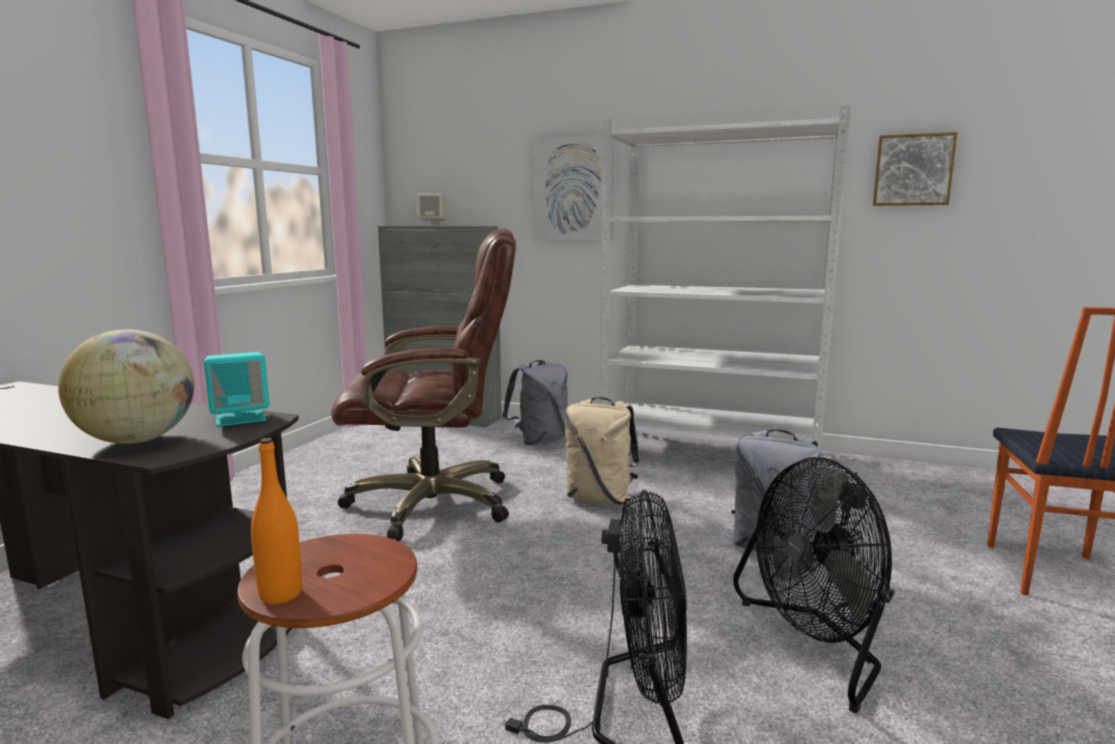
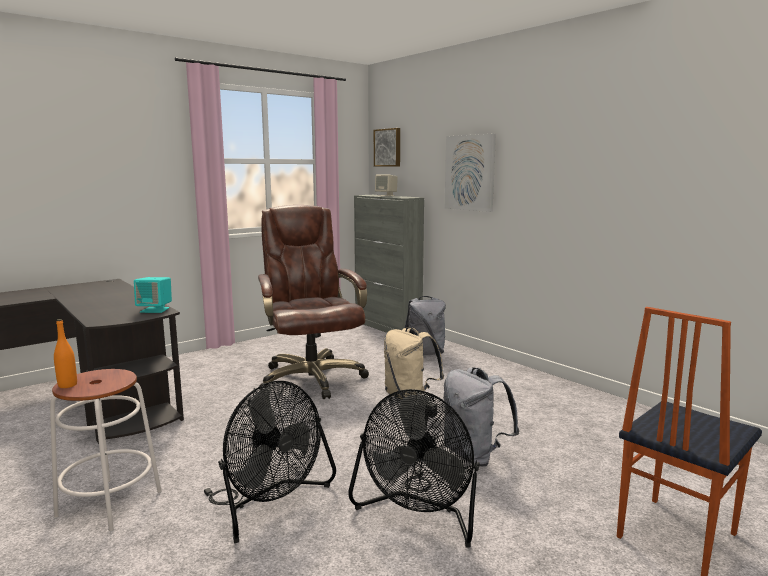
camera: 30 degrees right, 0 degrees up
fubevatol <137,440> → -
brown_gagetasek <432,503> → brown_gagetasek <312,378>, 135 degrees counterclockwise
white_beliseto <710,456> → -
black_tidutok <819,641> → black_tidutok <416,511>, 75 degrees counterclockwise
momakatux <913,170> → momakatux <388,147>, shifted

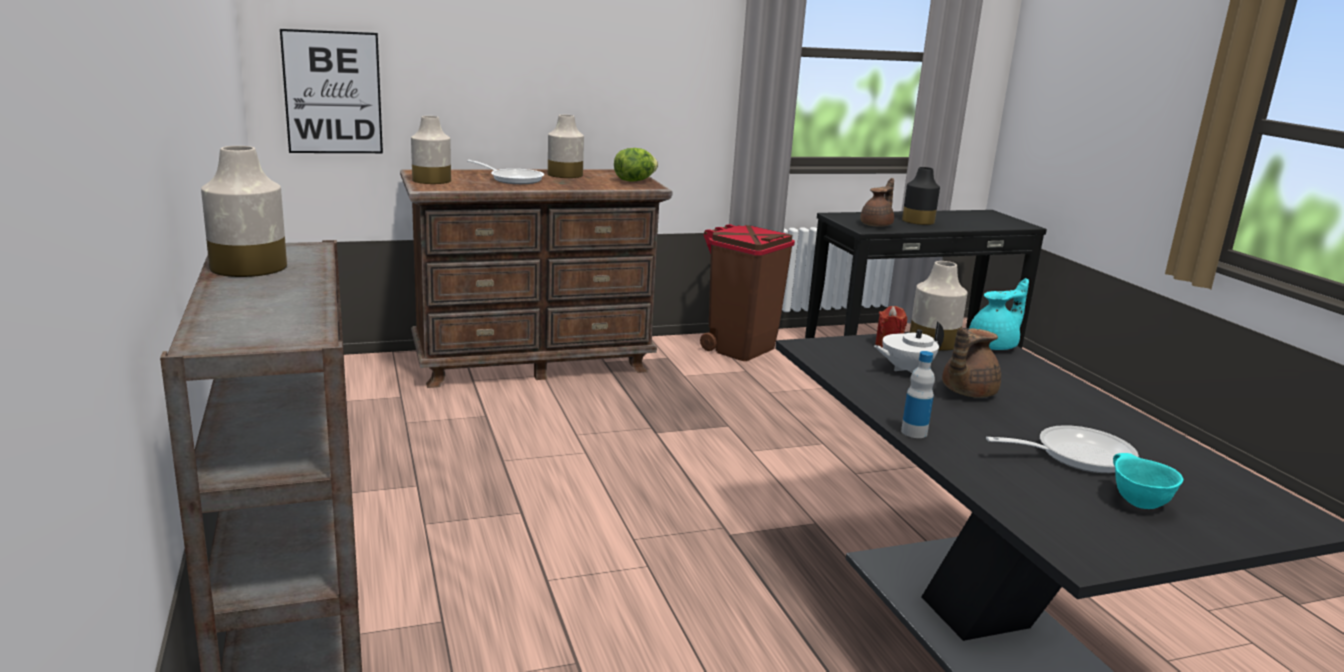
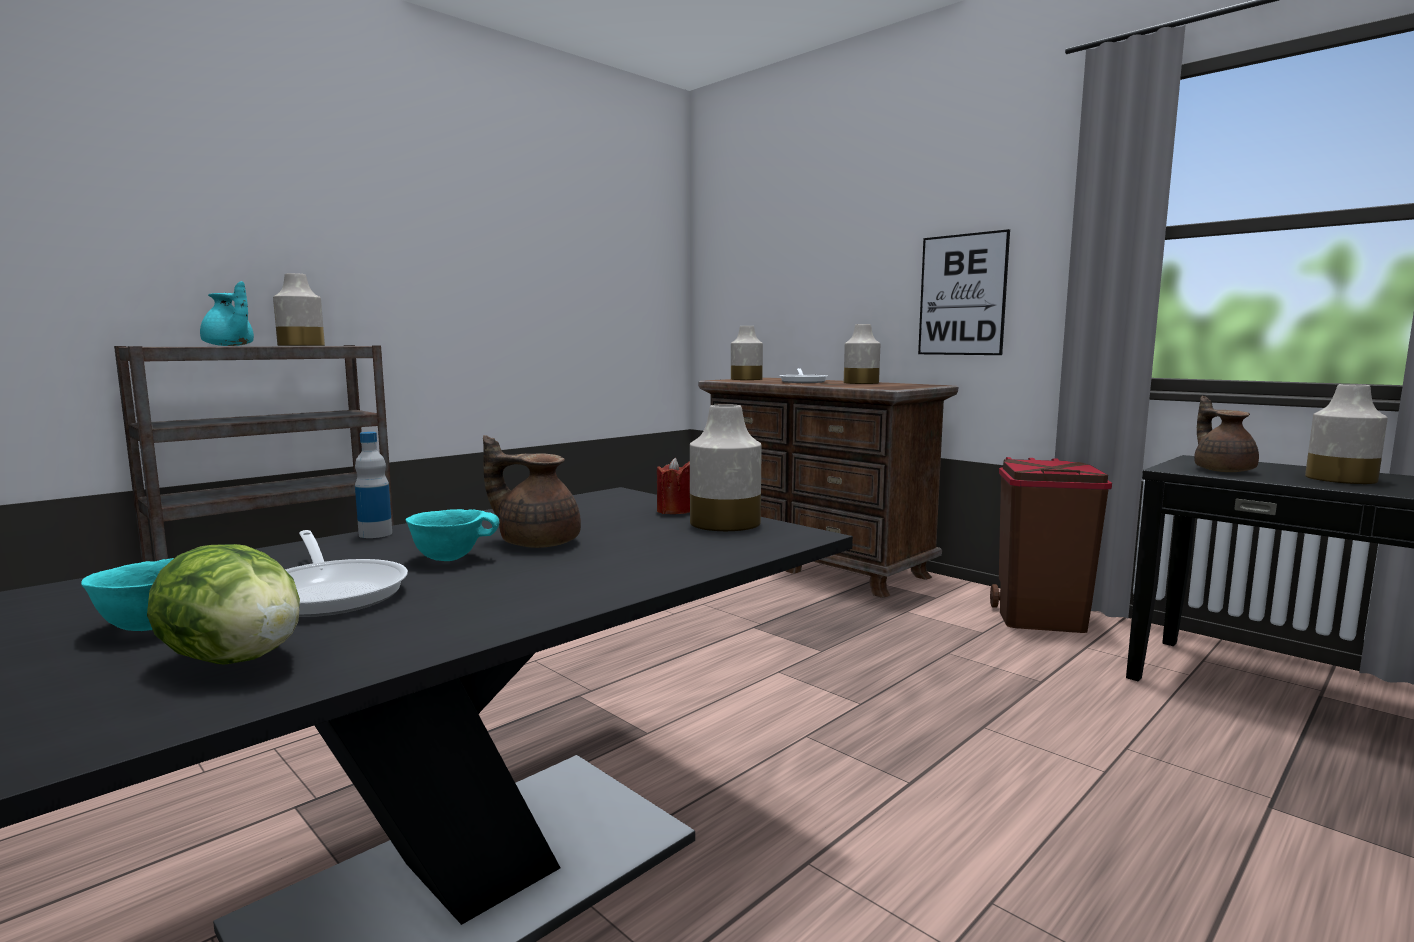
camera: 65 degrees right, 10 degrees down
momakatux <333,93> → momakatux <962,295>, shifted
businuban <634,181> → businuban <236,659>, shifted
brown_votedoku <877,225> → brown_votedoku <1222,470>, 105 degrees counterclockwise
white_votedoku <905,369> → -
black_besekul <918,221> → beige_besekul <1341,479>
turquoise_votedoku <994,346> → turquoise_votedoku <229,346>, shifted
- → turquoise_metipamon <451,558>

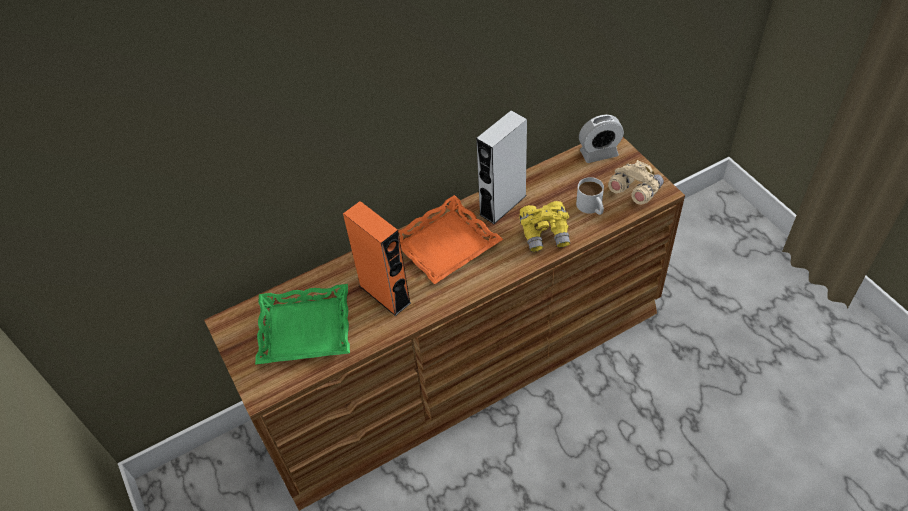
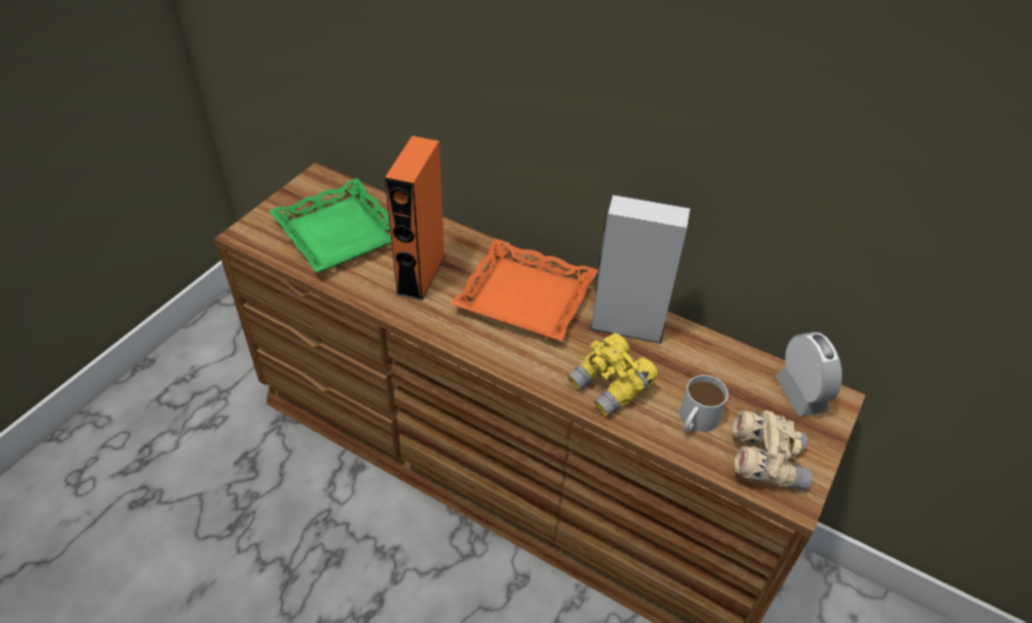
camera: 55 degrees right, 5 degrees down
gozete <599,153> → gozete <800,394>, 150 degrees counterclockwise

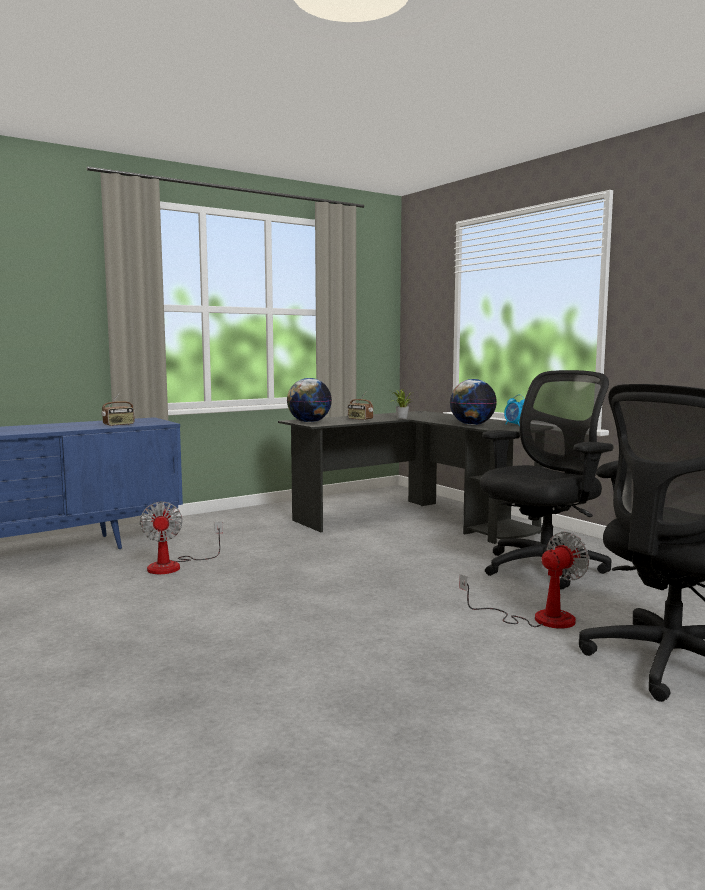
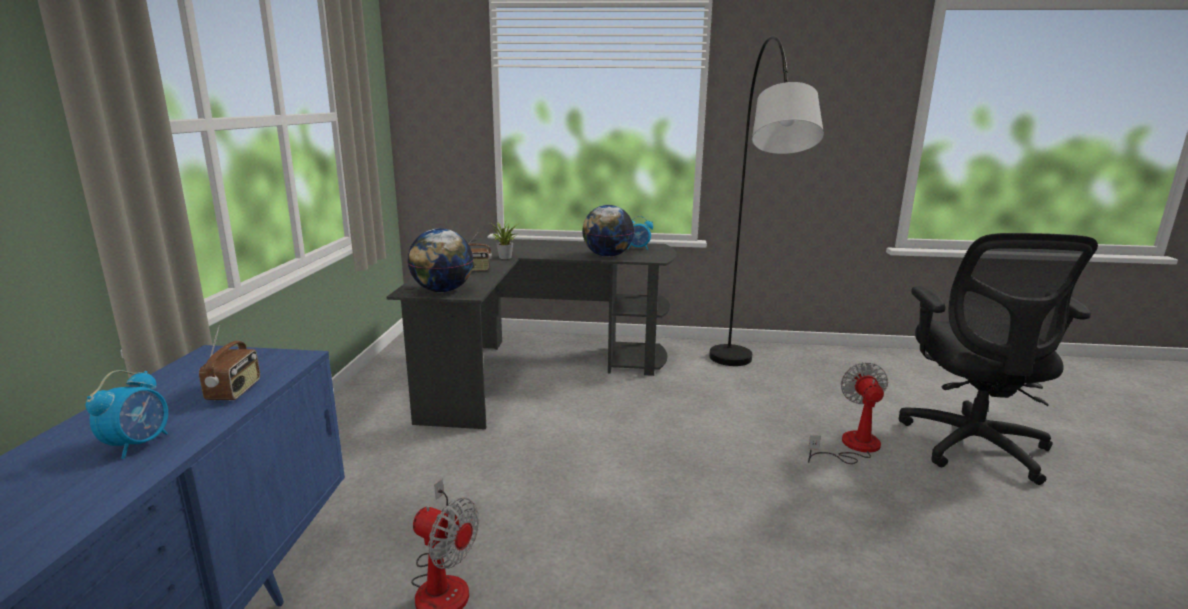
camera: 50 degrees left, 10 degrees up
black_gagetasek <539,570> → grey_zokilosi <743,392>
- → gozete <139,444>

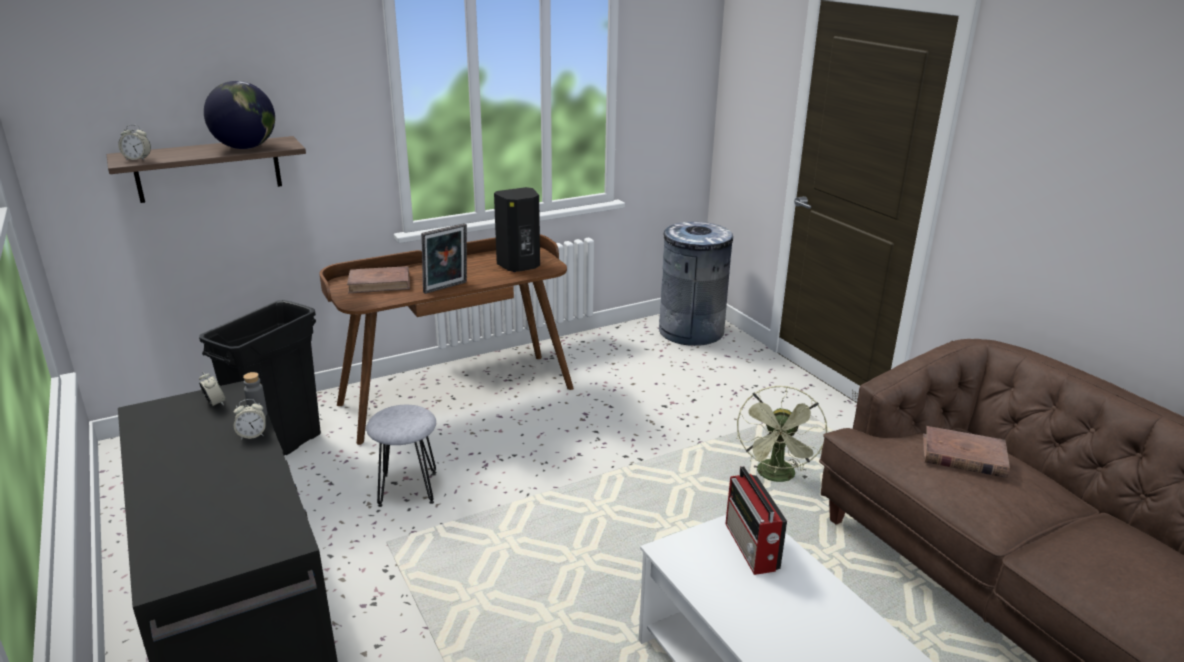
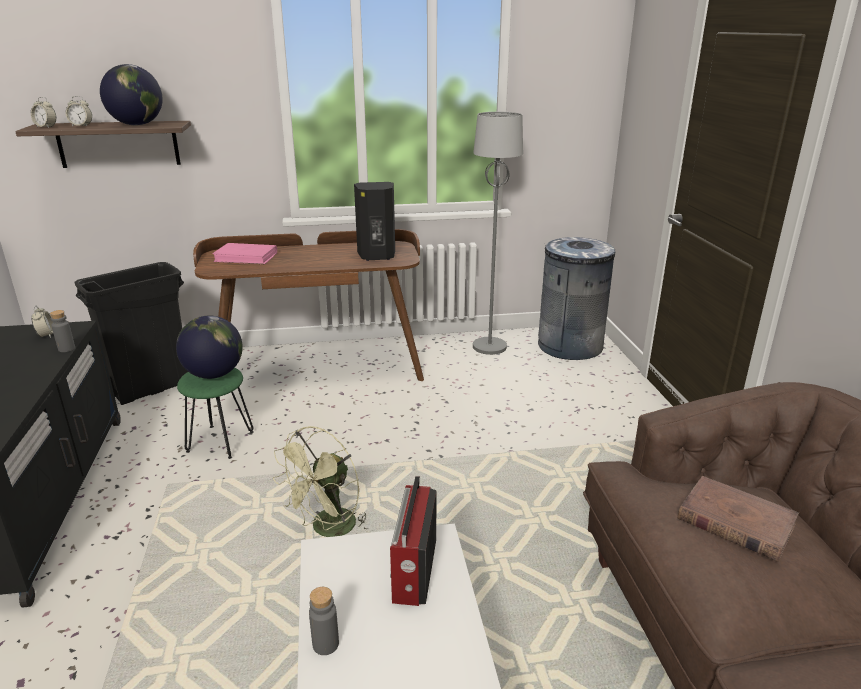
camera: 20 degrees right, 0 degrees up
gozete <252,435> → gozete <81,126>, shifted
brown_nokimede <380,283> → pink_nokimede <246,257>
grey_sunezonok <407,489> → green_sunezonok <220,442>
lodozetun <446,288> → -
green_tidutok <776,477> → green_tidutok <328,530>, shifted
- → fubevatol <214,374>
- → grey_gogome <325,644>
- → grey_zokilosi <489,347>

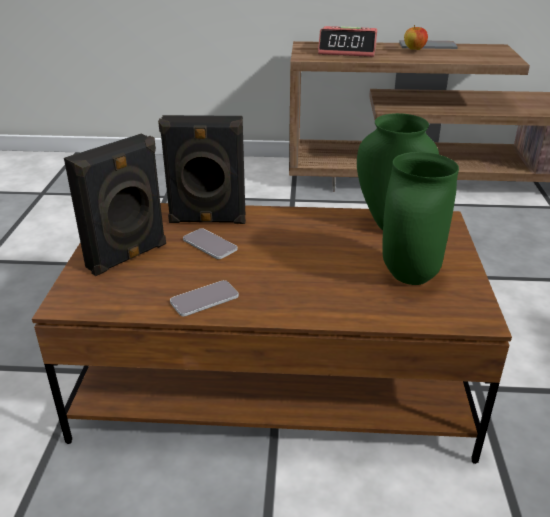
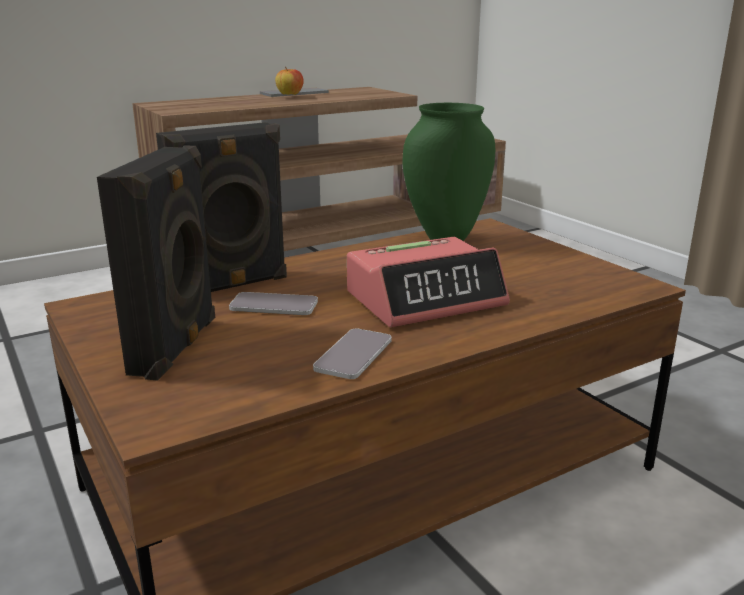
camera: 35 degrees left, 10 degrees down
gozete <348,51> → gozete <425,299>, shifted
green_besekul <407,276> → -

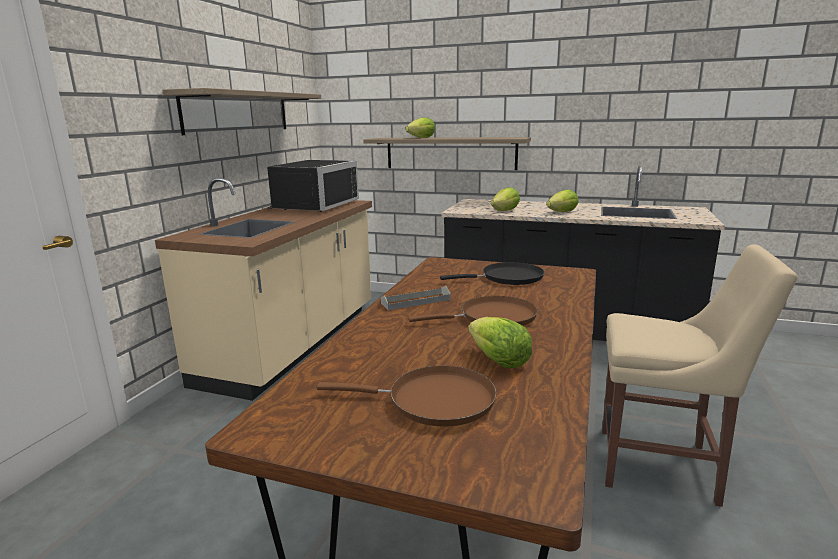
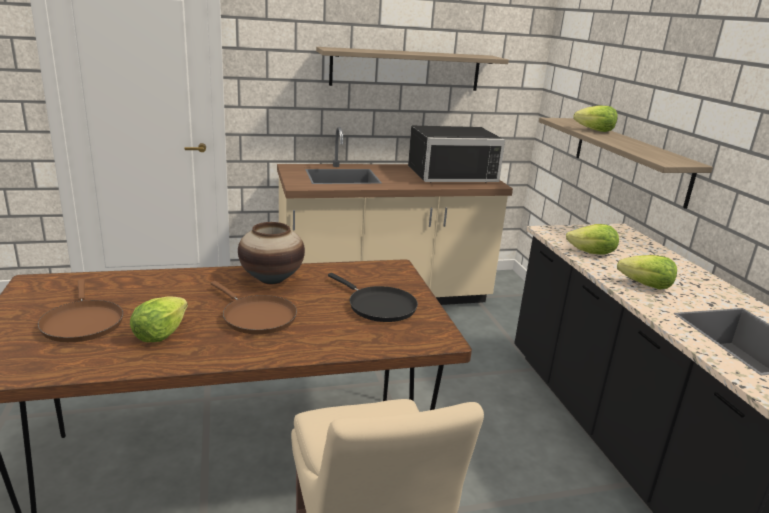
camera: 55 degrees right, 5 degrees up
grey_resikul <416,301> → besekul <271,279>

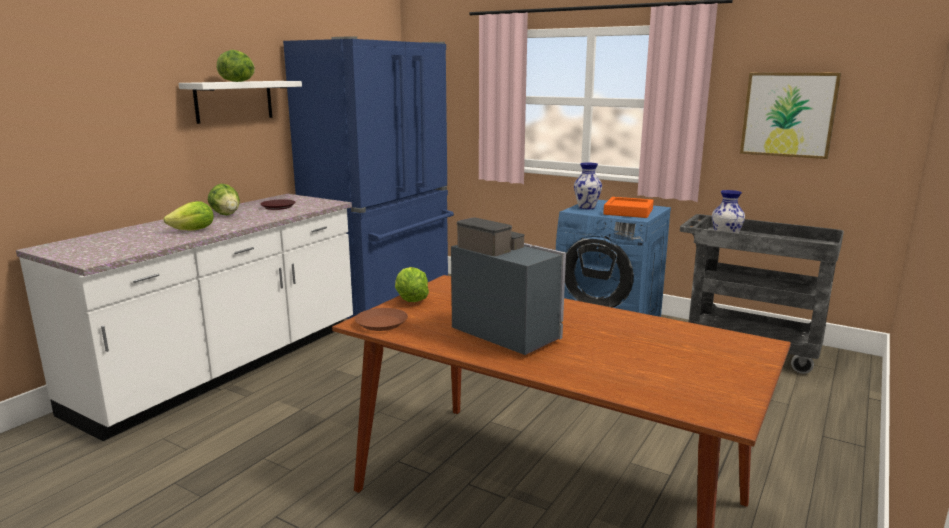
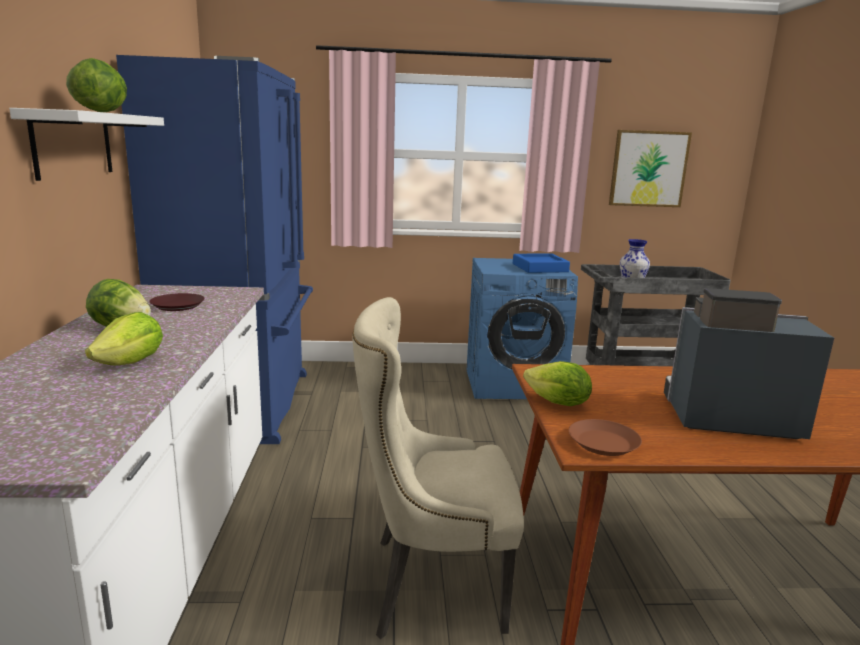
camera: 35 degrees left, 0 degrees up
besekul <587,207> → -
orange_resikul <628,212> → blue_resikul <540,268>
- → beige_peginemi <432,585>

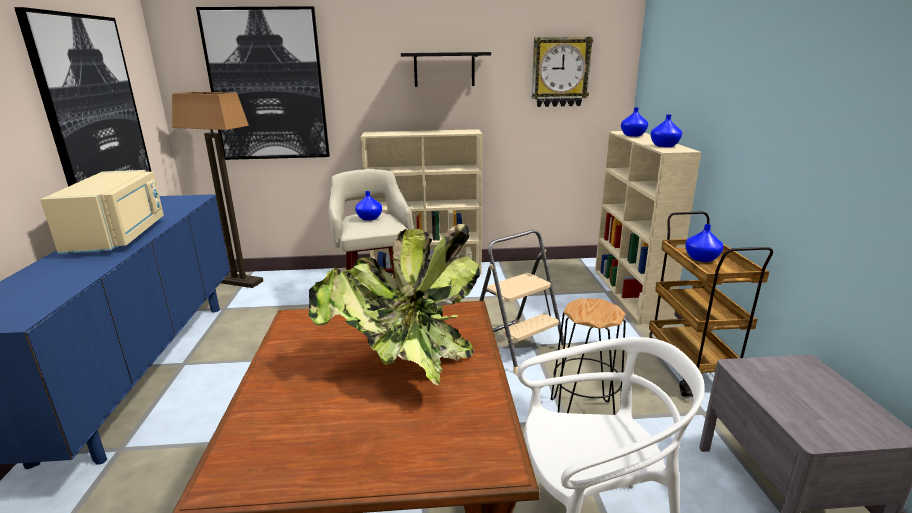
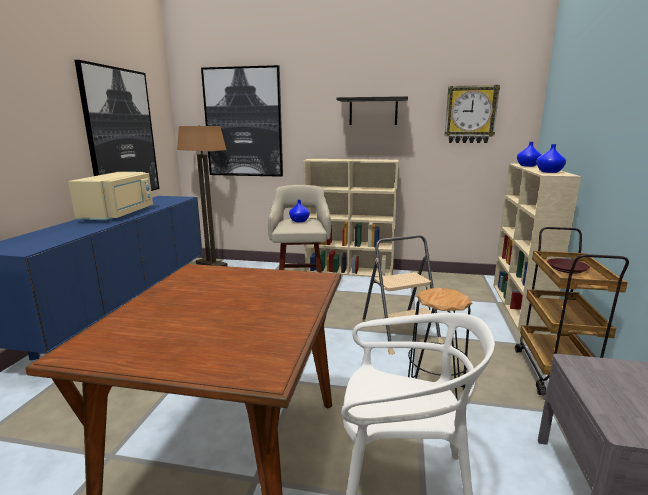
camera: 15 degrees right, 5 degrees down
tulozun <403,365> → -
blue_besekul <702,258> → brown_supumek <567,269>

